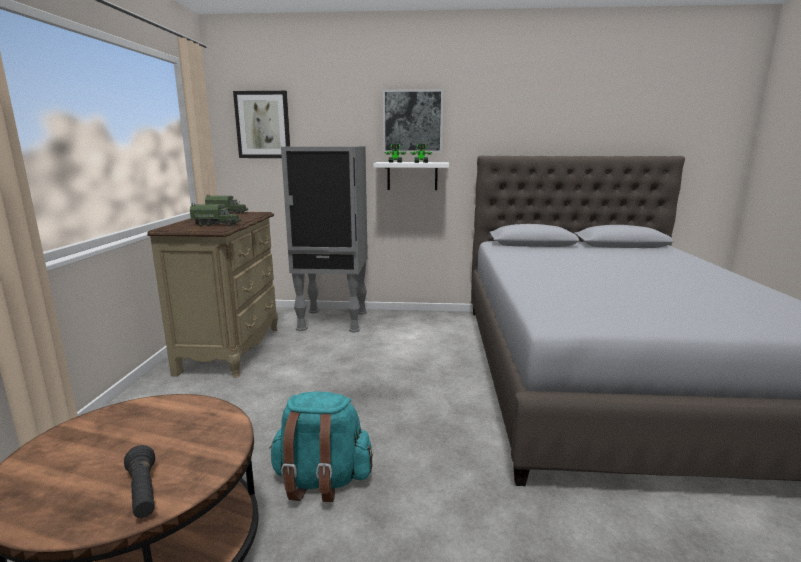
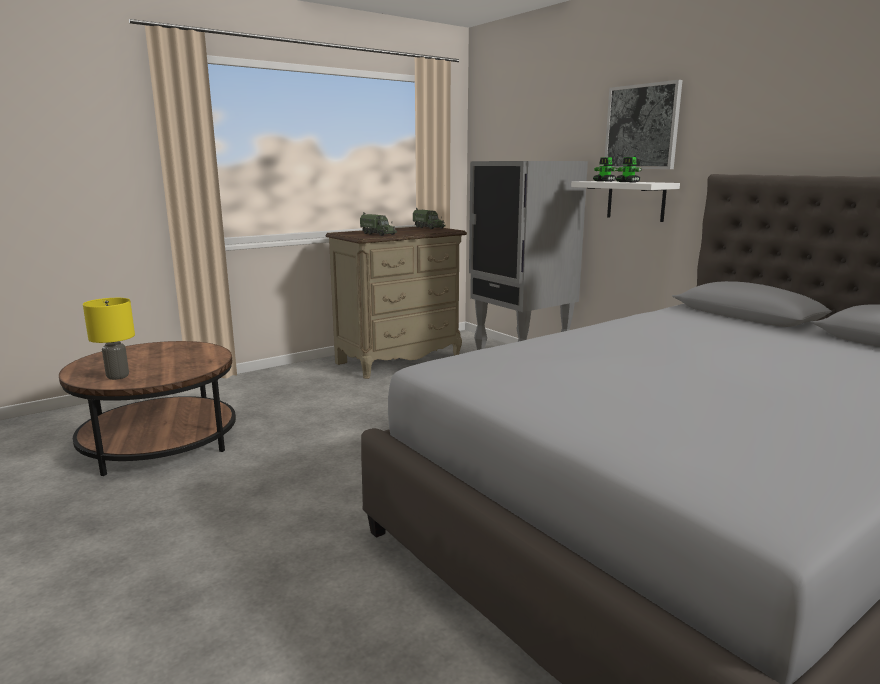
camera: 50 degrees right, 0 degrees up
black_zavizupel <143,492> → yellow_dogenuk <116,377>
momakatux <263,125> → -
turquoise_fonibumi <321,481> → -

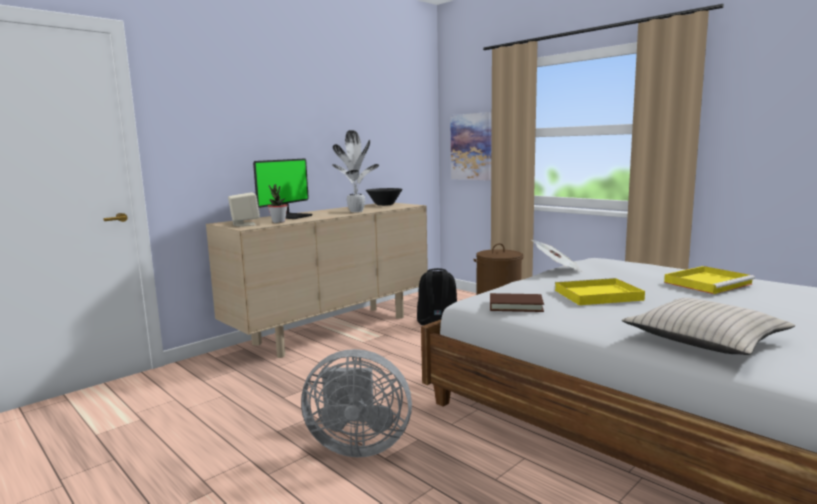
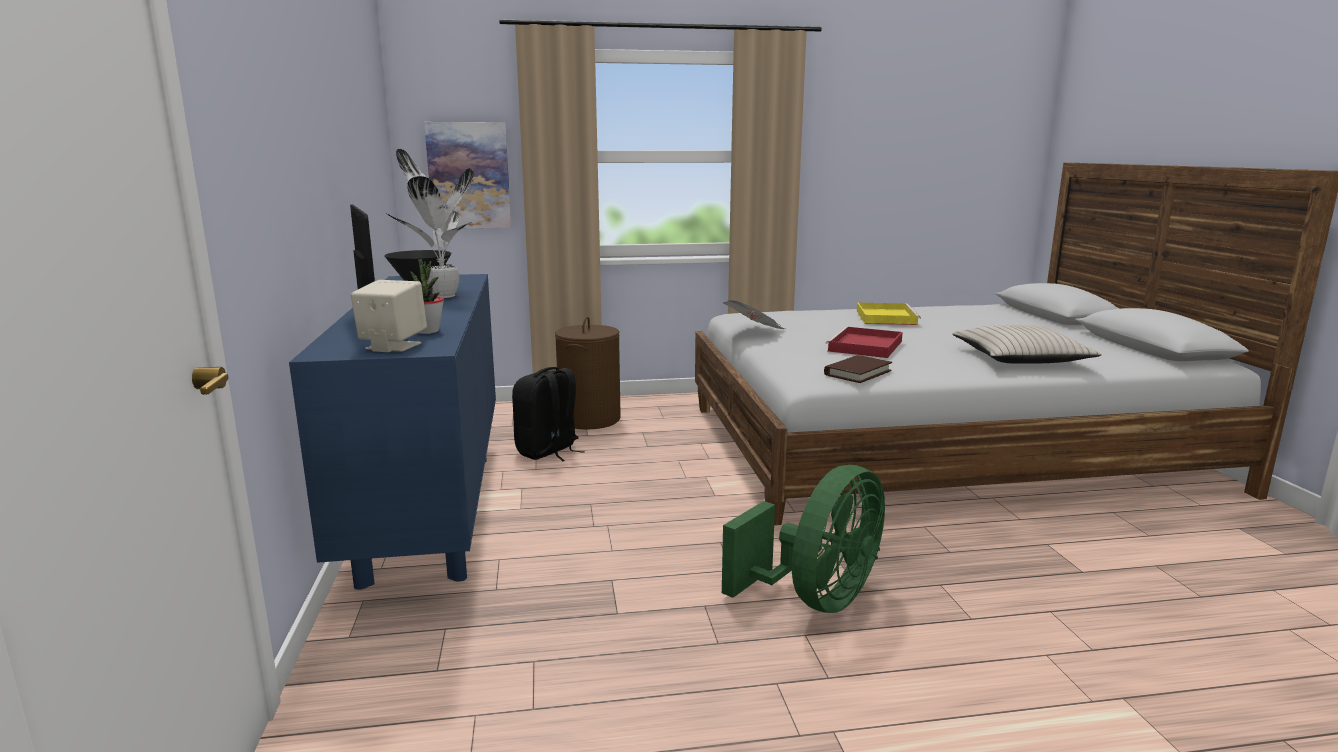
camera: 55 degrees left, 5 degrees up
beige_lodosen <332,330> → blue_lodosen <432,513>
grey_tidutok <357,445> → green_tidutok <816,599>
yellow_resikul <596,295> → red_resikul <865,346>

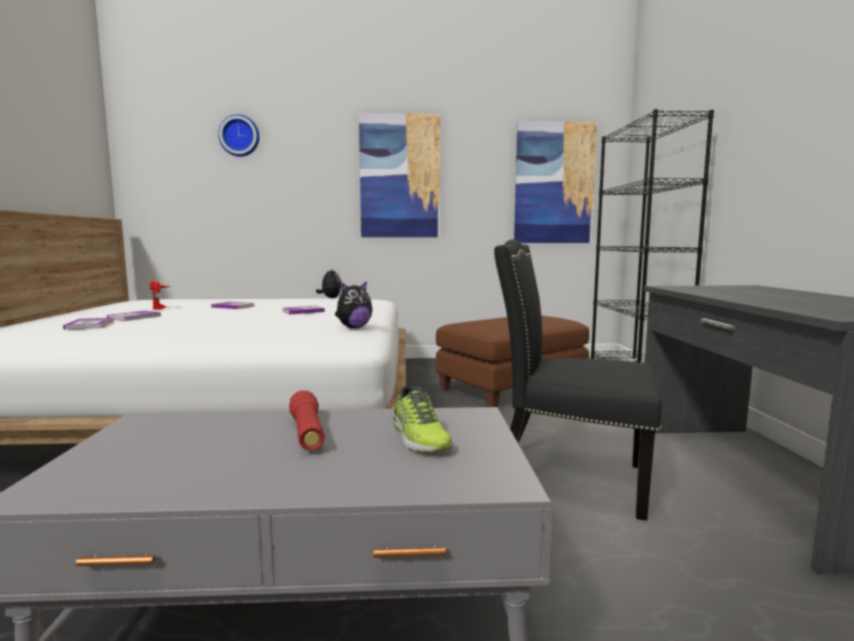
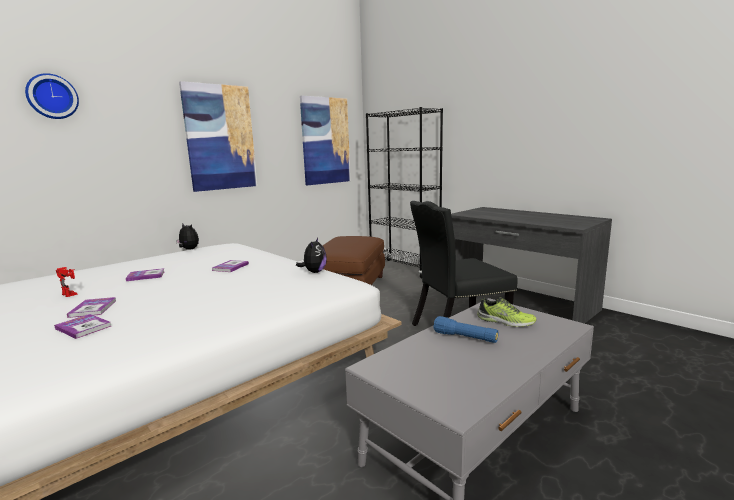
camera: 40 degrees left, 5 degrees up
red_zavizupel <307,433> → blue_zavizupel <465,337>

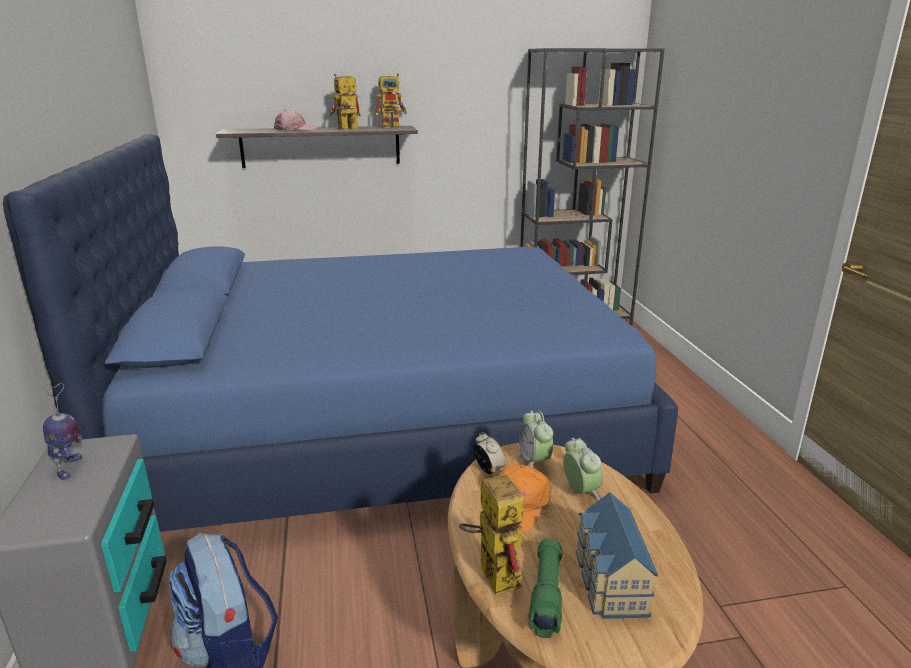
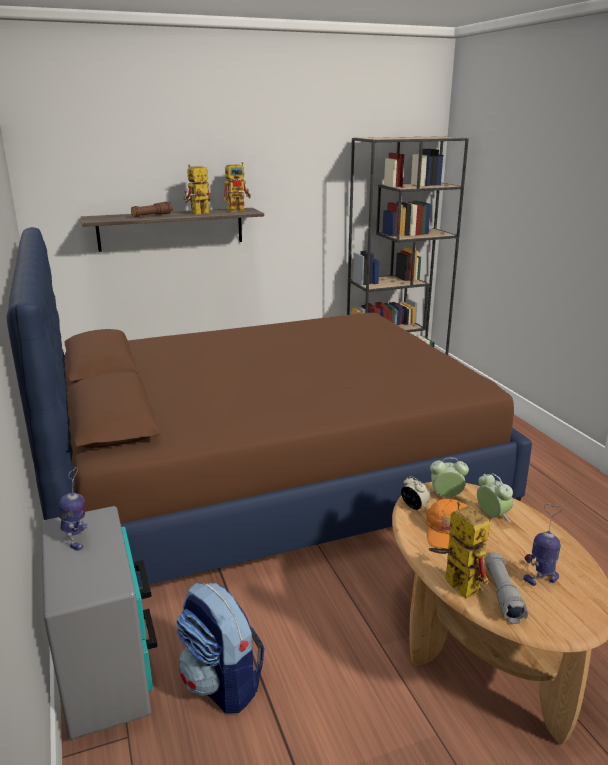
camera: 10 degrees left, 0 degrees up
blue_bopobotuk <383,424> → brown_bopobotuk <268,479>
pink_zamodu <295,129> → brown_zavizupel <152,215>
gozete <534,462> → gozete <446,496>, 120 degrees clockwise
green_zavizupel <546,595> → grey_zavizupel <502,594>
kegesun <608,581> → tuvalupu <542,579>

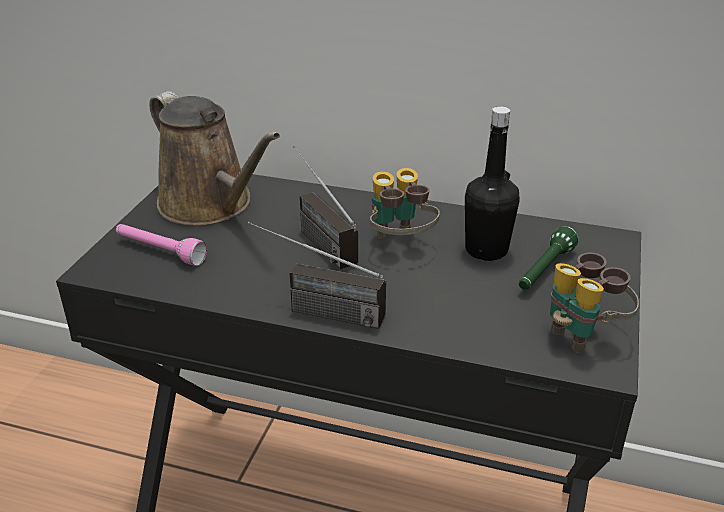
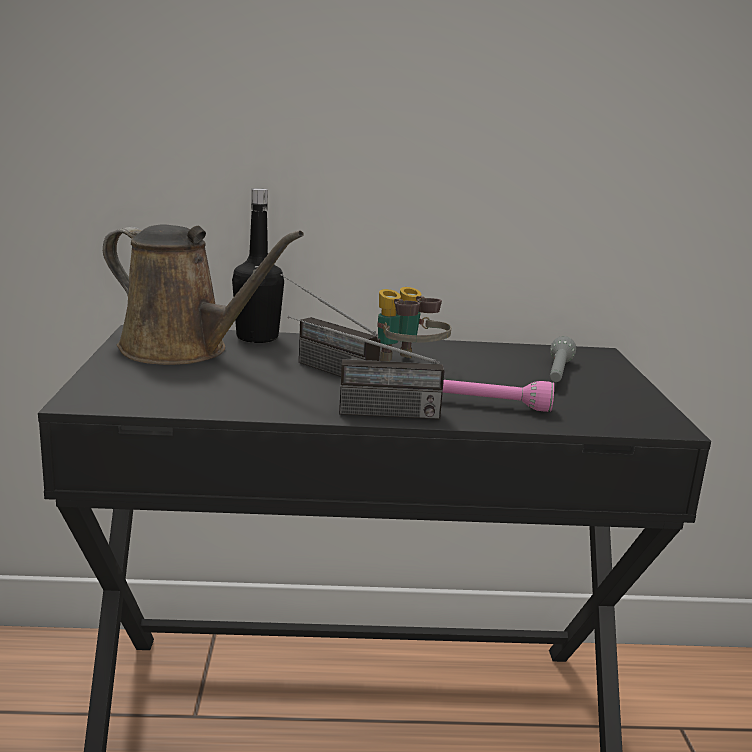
camera: 20 degrees left, 15 degrees down
pink_zavizupel <160,251> → pink_zavizupel <491,405>, shifted
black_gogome <486,250> → black_gogome <257,337>, shifted
green_zavizupel <544,270> → grey_zavizupel <558,374>
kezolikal <583,333> → -

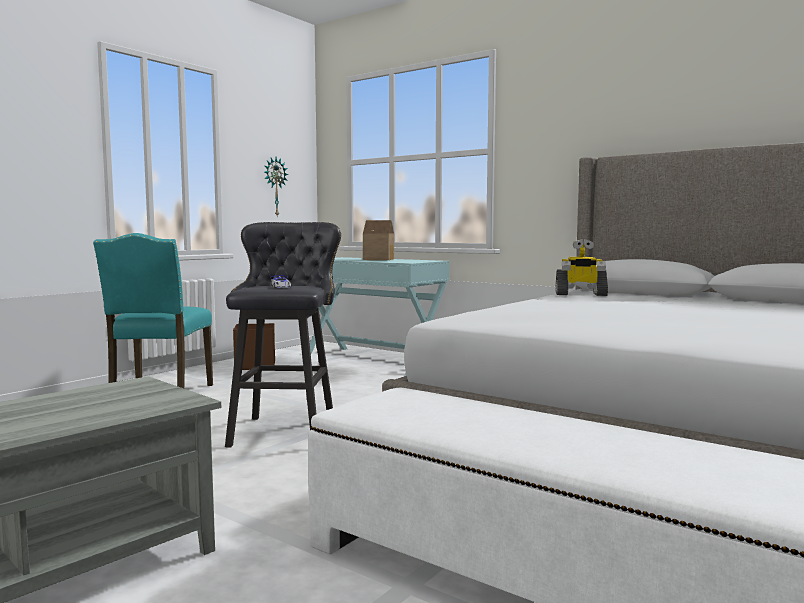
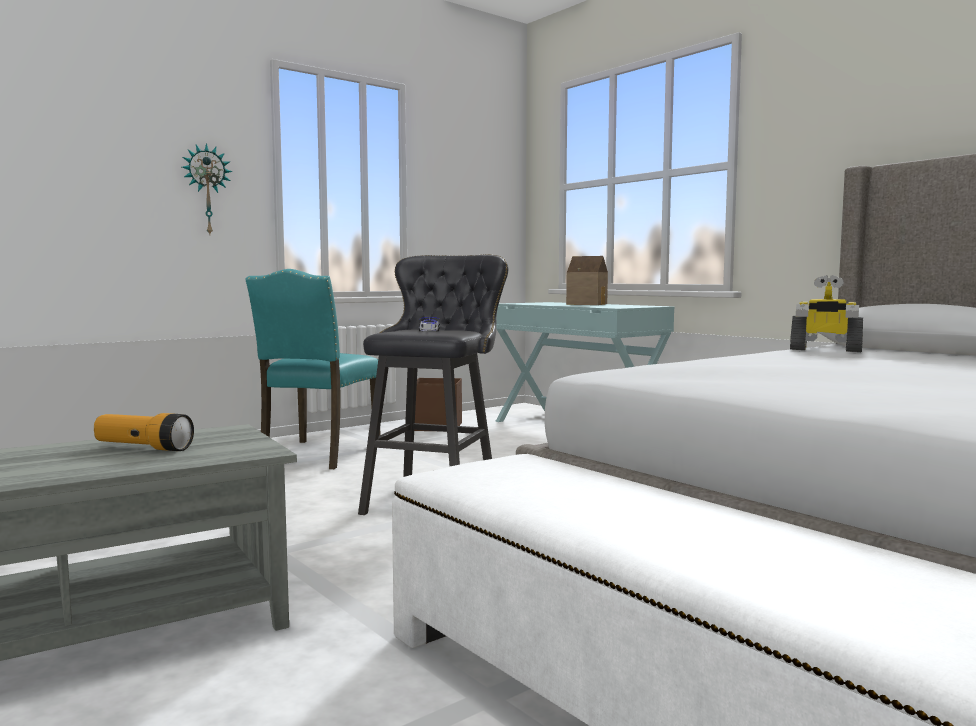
camera: 15 degrees right, 0 degrees up
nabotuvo <274,186> → nabotuvo <206,190>, shifted
- → zavizupel <143,448>

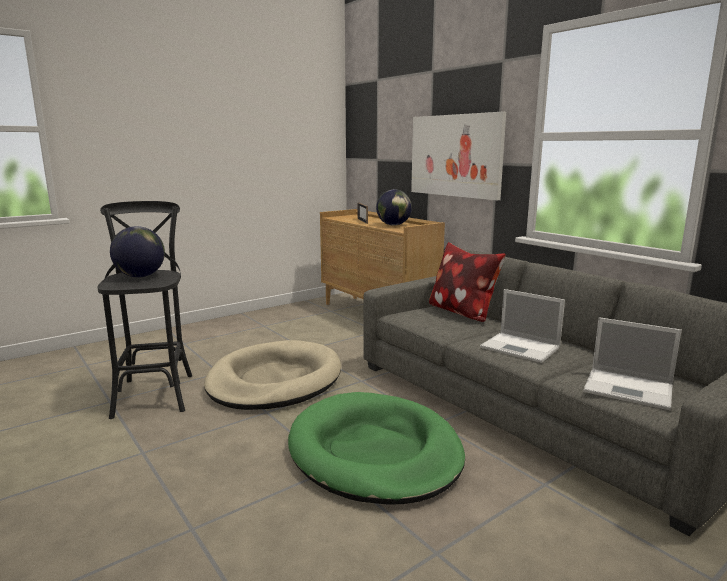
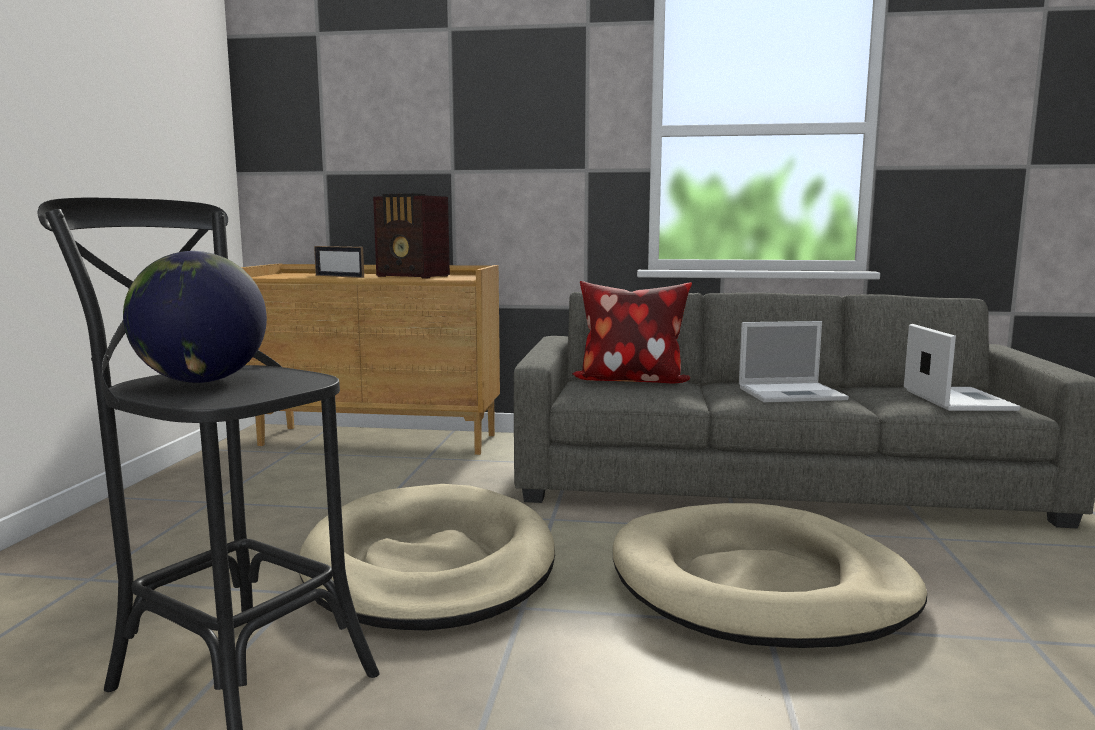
camera: 45 degrees left, 5 degrees down
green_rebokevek <375,452> → beige_rebokevek <760,585>
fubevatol <393,225> → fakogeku <413,276>
momakatux <455,155> → -
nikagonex <630,389> → nikagonex <956,399>, 75 degrees counterclockwise

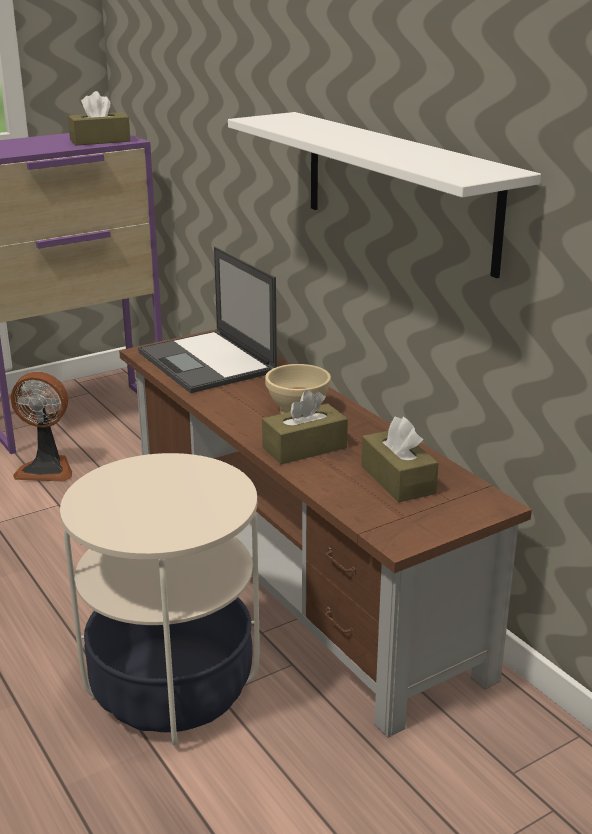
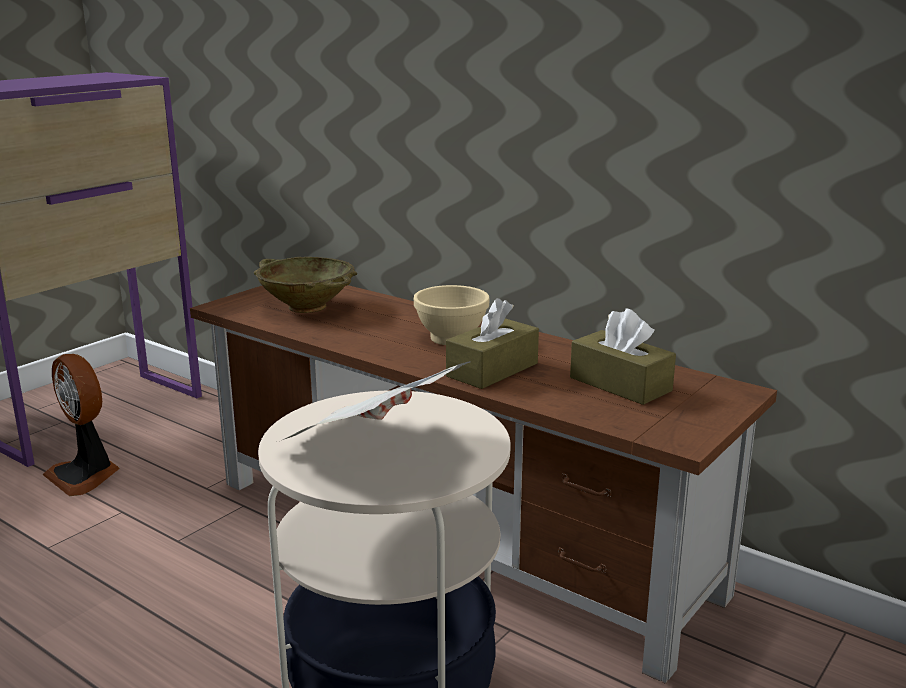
camera: 20 degrees left, 5 degrees down
tidutok <47,469> → tidutok <85,475>, 60 degrees clockwise
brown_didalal <100,141> → -
nikagonex <208,362> → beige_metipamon <307,307>
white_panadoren <398,189> → -
- → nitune <372,450>

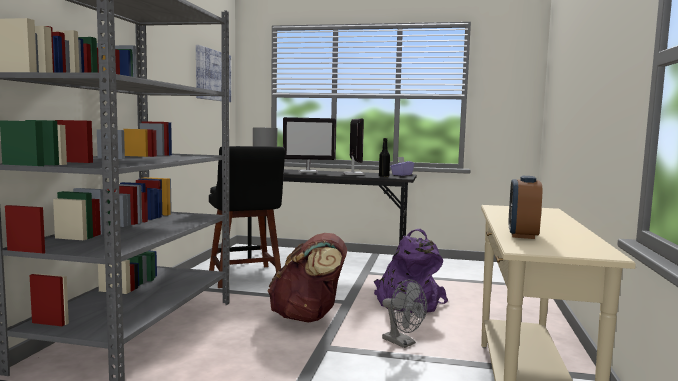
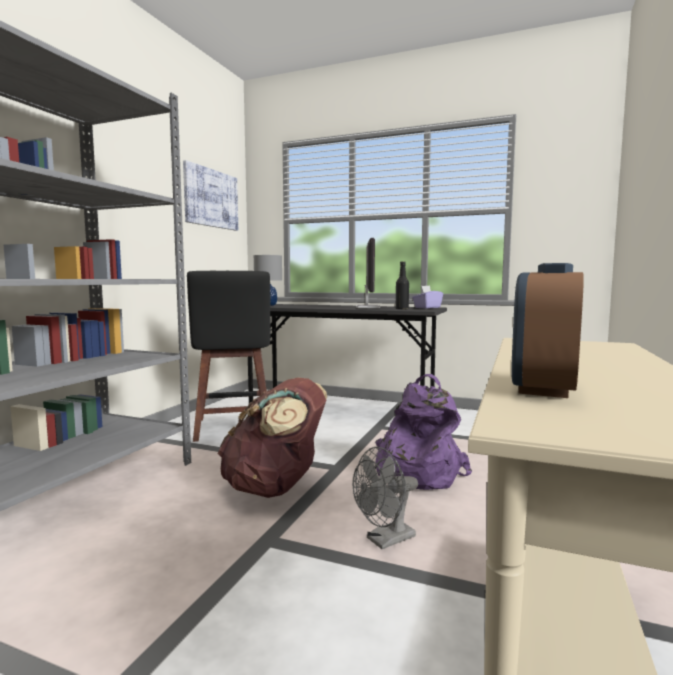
camera: 10 degrees right, 0 degrees up
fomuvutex <308,172> → -
grey_tidutok <403,343> → grey_tidutok <385,540>, 90 degrees clockwise

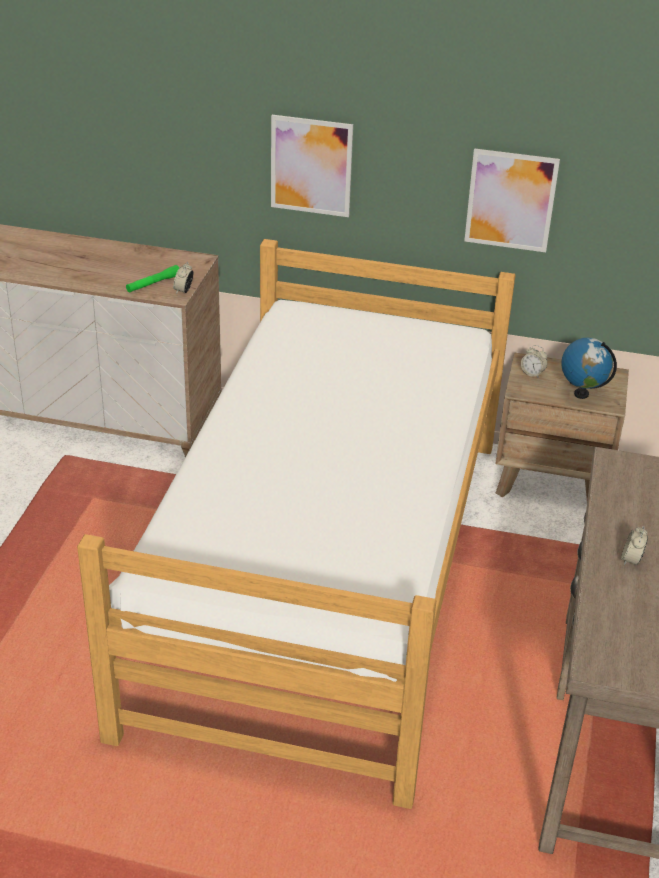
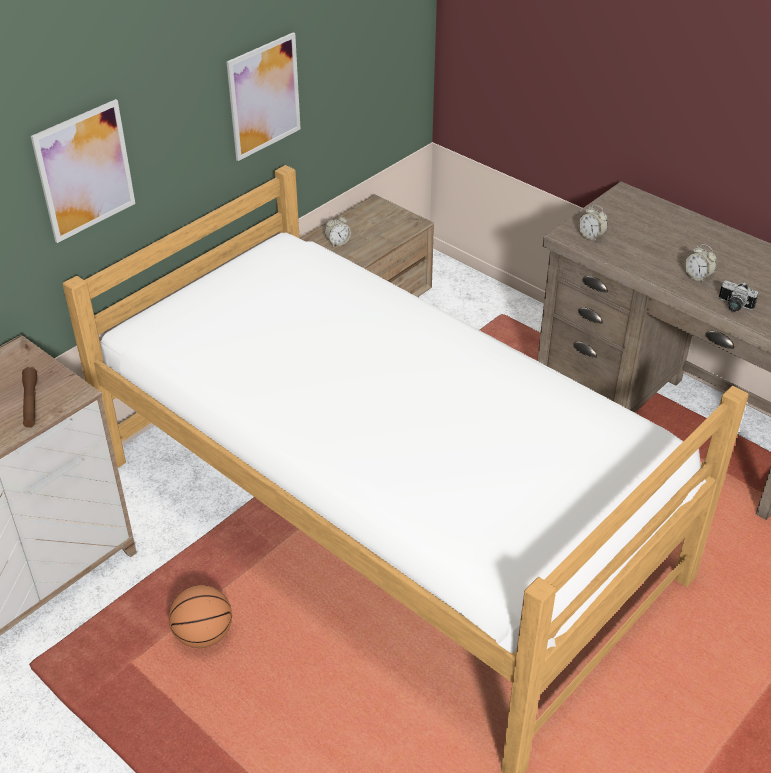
camera: 60 degrees left, 5 degrees up
green_zavizupel <153,284> → brown_zavizupel <30,402>
gozete <183,290> → gozete <591,236>, shifted
fubevatol <581,394> → -
- → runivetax <203,635>
- → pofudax <733,306>

